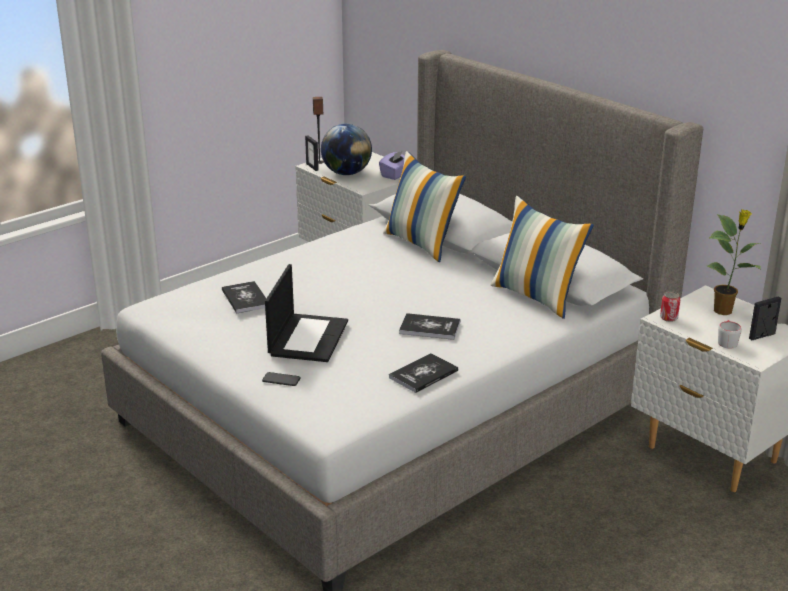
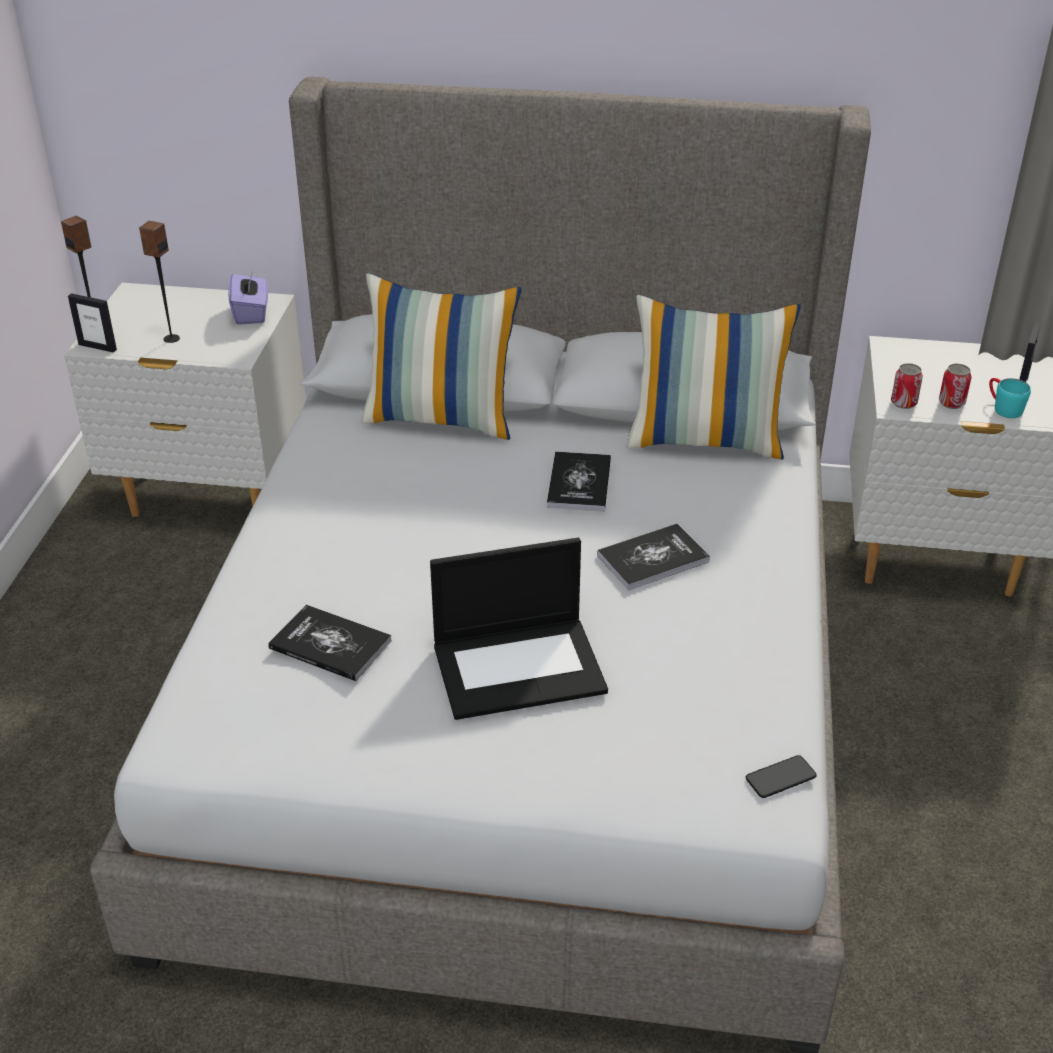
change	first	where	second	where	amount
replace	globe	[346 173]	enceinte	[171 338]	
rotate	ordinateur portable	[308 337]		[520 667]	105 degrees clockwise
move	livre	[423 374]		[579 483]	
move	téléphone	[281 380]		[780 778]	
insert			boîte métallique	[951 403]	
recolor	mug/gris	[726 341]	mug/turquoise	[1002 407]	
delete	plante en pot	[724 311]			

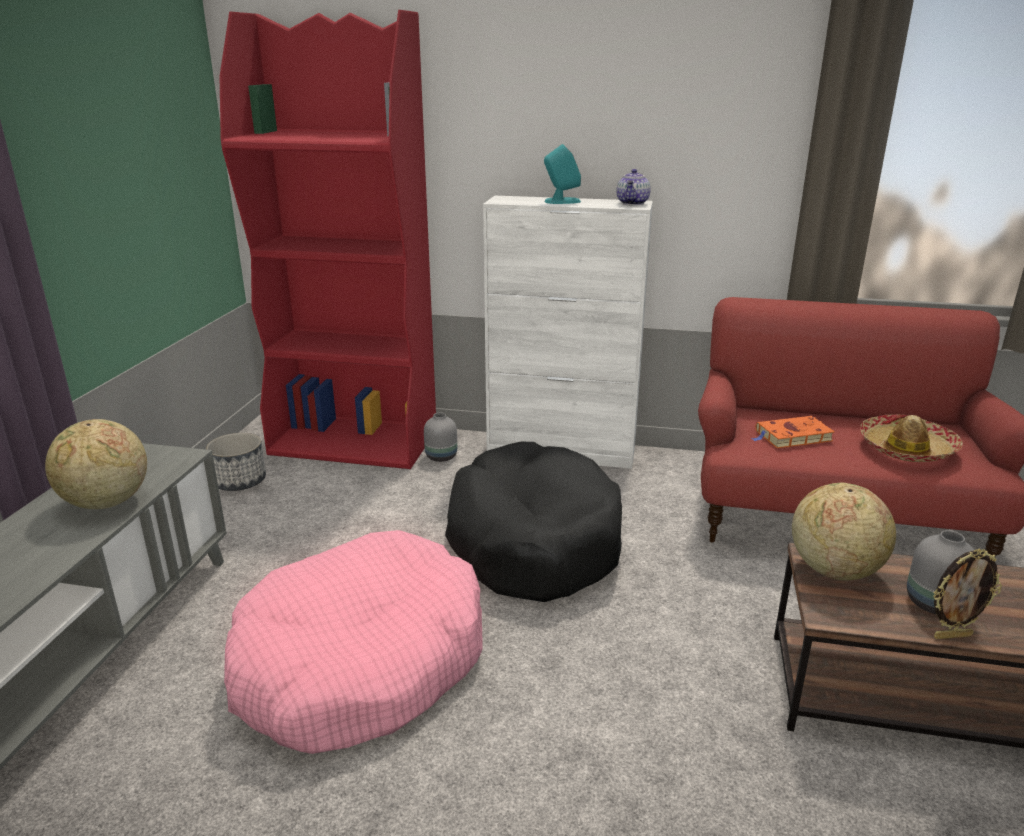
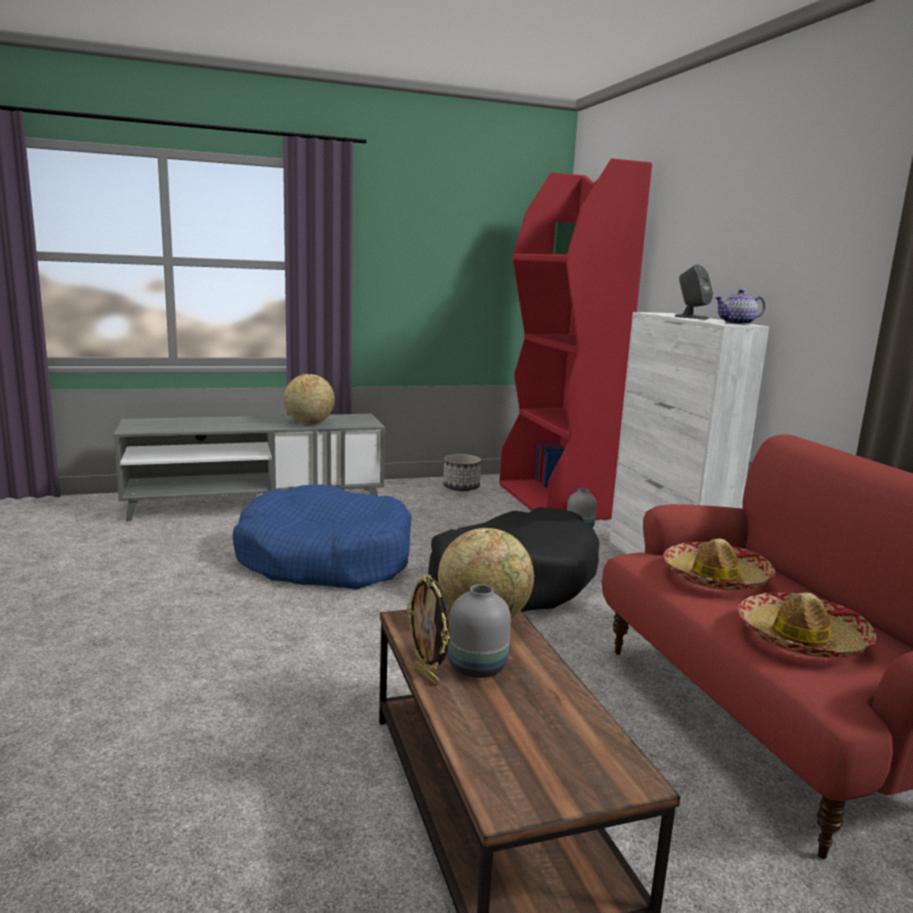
change	first	where	second	where	amount
recolor	panier pour chien/rose	[360 662]	panier pour chien/bleu	[325 559]	
replace	livre/orange	[791 436]	chapeau	[715 578]	
recolor	enceinte/turquoise	[561 201]	enceinte/gris	[691 317]	

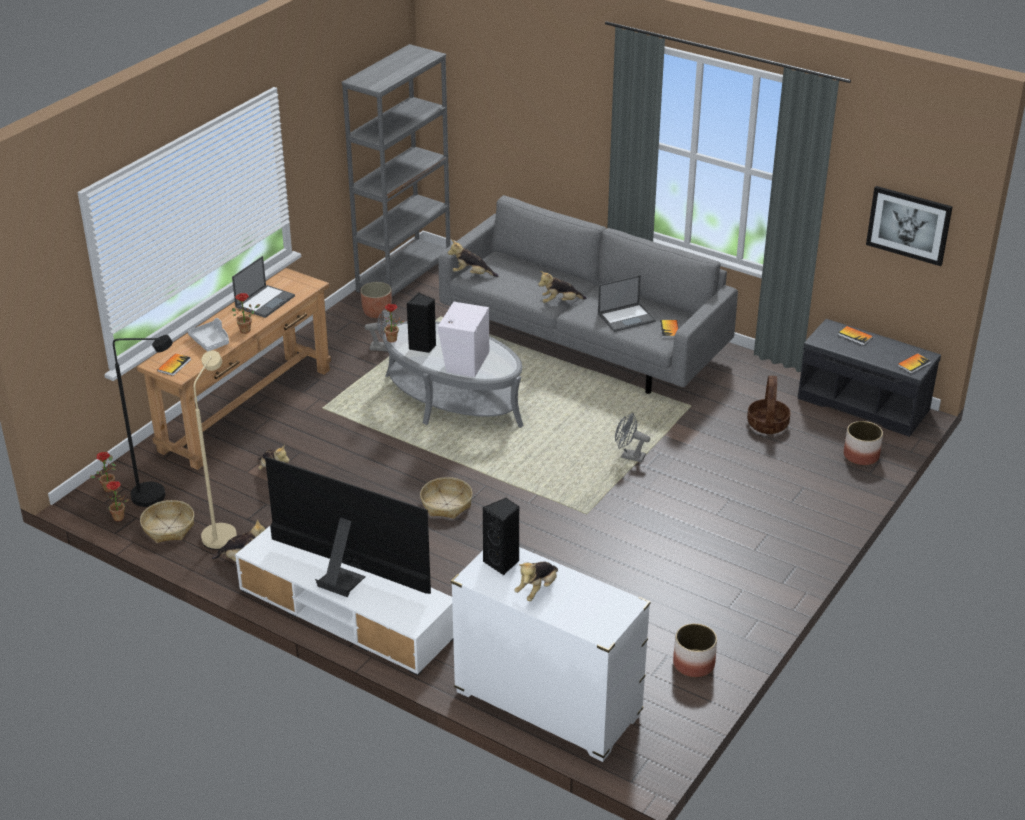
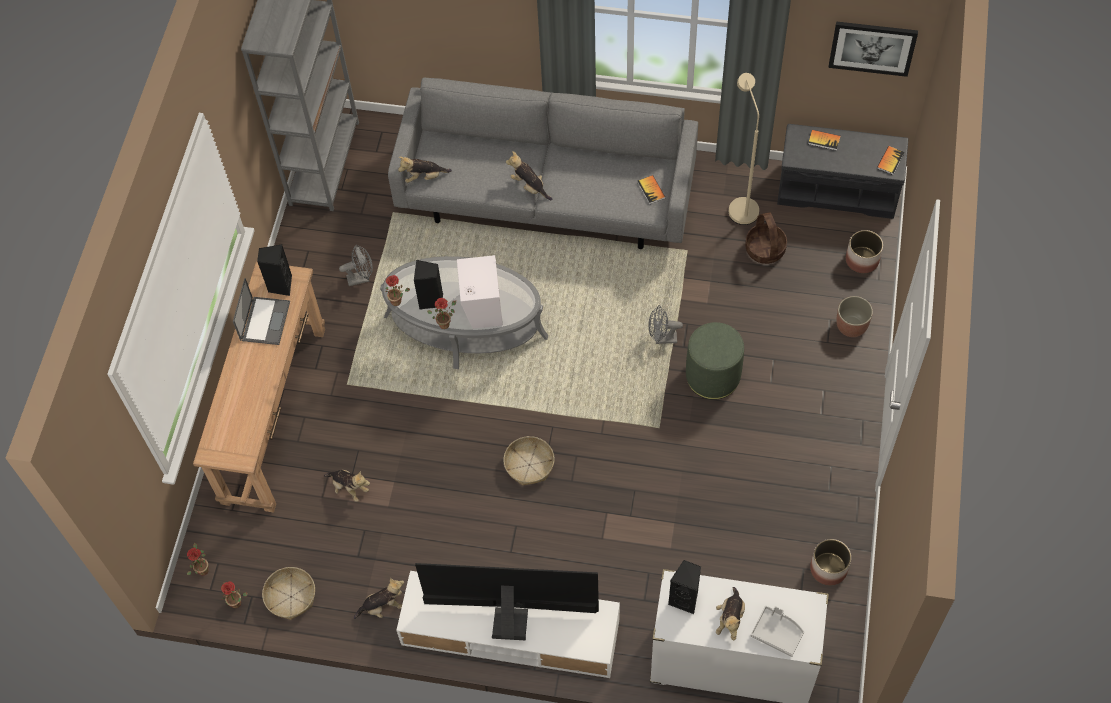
change	first	where	second	where	amount
insert			enceinte/noir	[280 285]	
move	plante en pot	[247 330]		[445 323]	
rotate	peluche	[560 302]		[529 186]	75 degrees clockwise
insert			pouf/vert	[713 376]	
move	lampadaire/beige	[222 532]		[741 205]	
move	plateau/gris	[211 341]		[777 633]	
move	cache-pot	[377 312]		[851 326]	
delete	lampadaire/noir	[158 496]			
delete	livre	[174 365]			
delete	ordinateur portable	[627 317]			

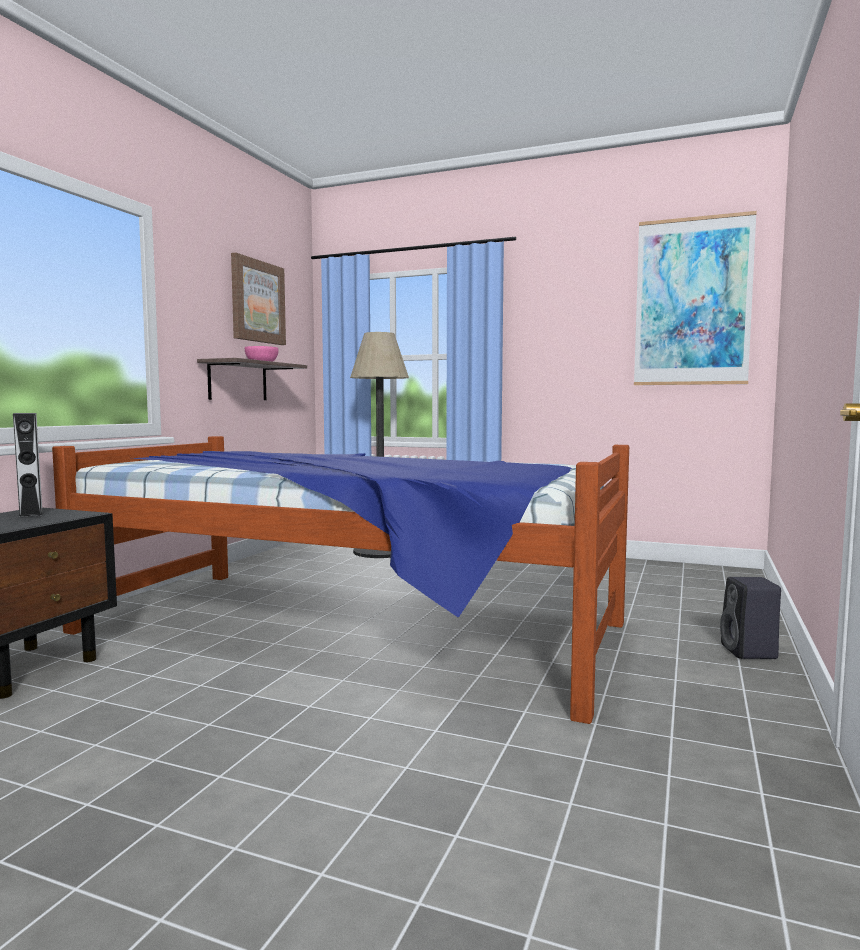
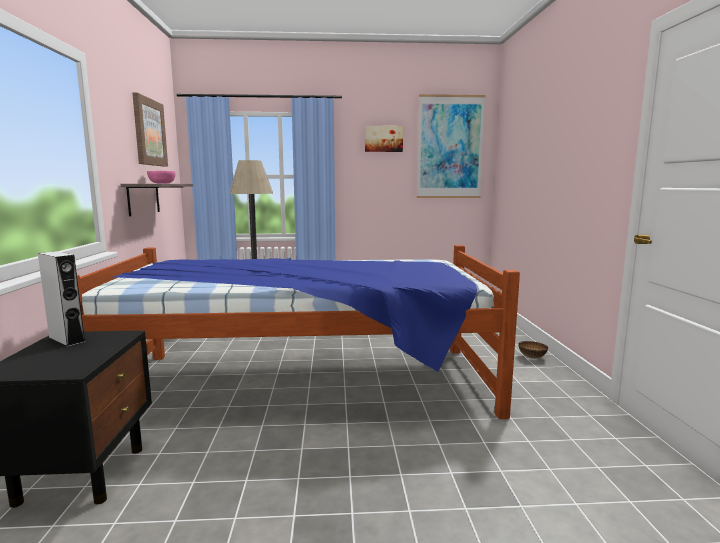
change	first	where	second	where	amount
insert			tableau	[383 139]	
replace	enceinte/noir	[750 652]	bol	[532 357]	

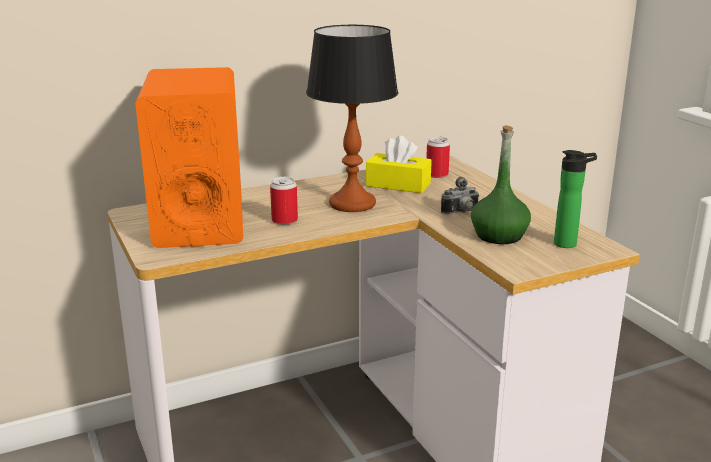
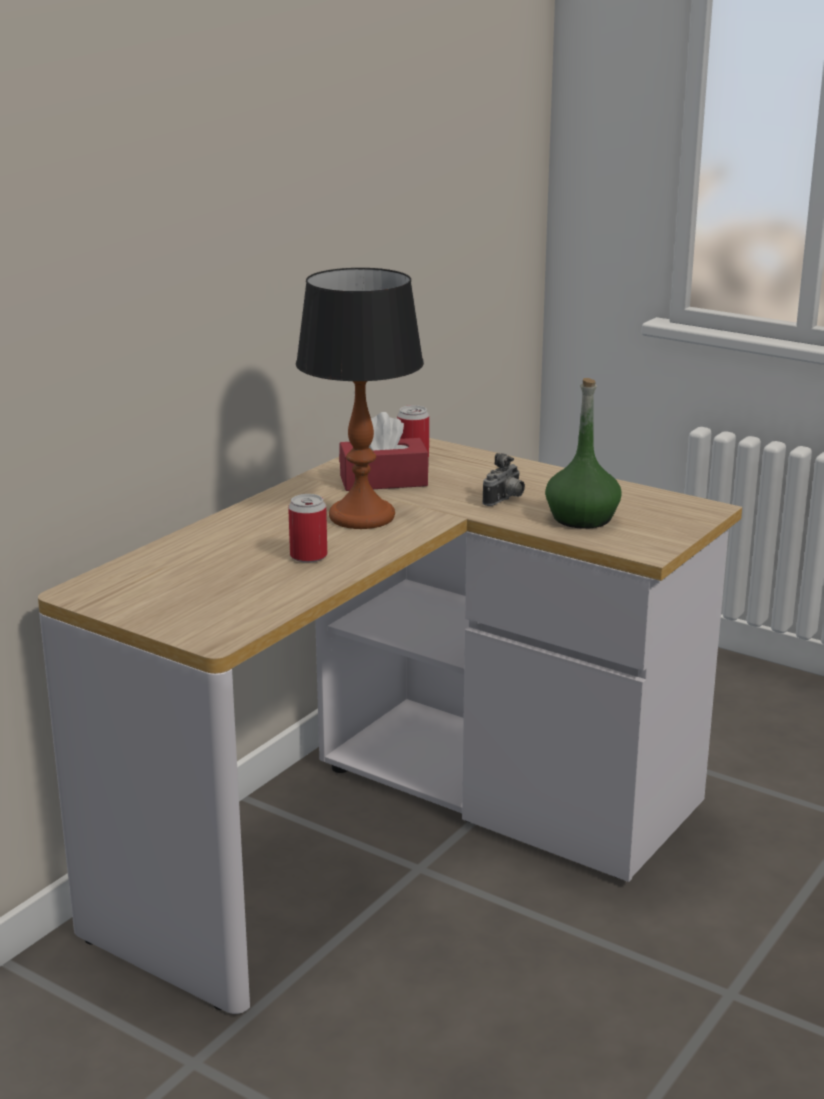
change	first	where	second	where	amount
recolor	boîte à mouchoirs/jaune	[398 185]	boîte à mouchoirs/rouge	[383 481]	
delete	enceinte/orange	[199 222]			
delete	bouteille	[569 244]			

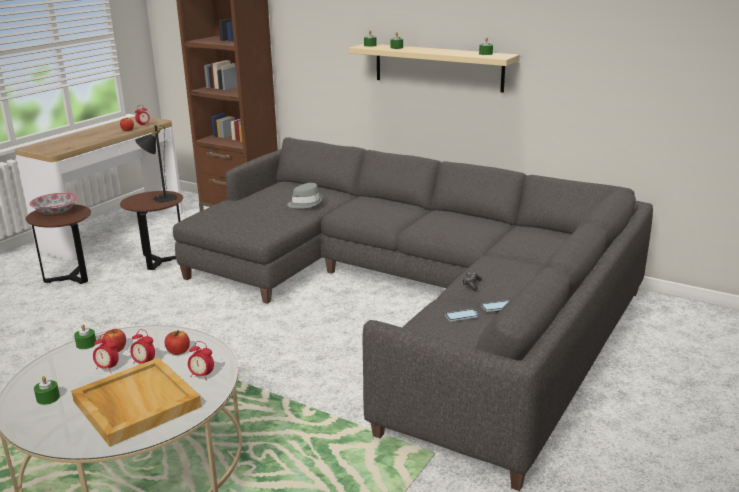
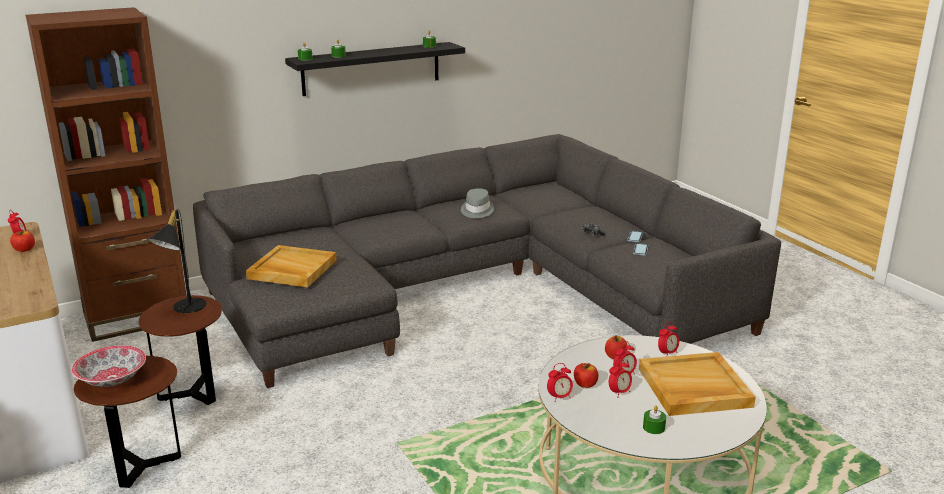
change	first	where	second	where	amount
insert			plateau/beige	[291 269]	
recolor	étagère/beige	[438 67]	étagère/noir	[371 68]	
move	chapeau/gris	[305 203]		[476 211]	
replace	bougie/vert	[86 344]	réveil	[559 397]	

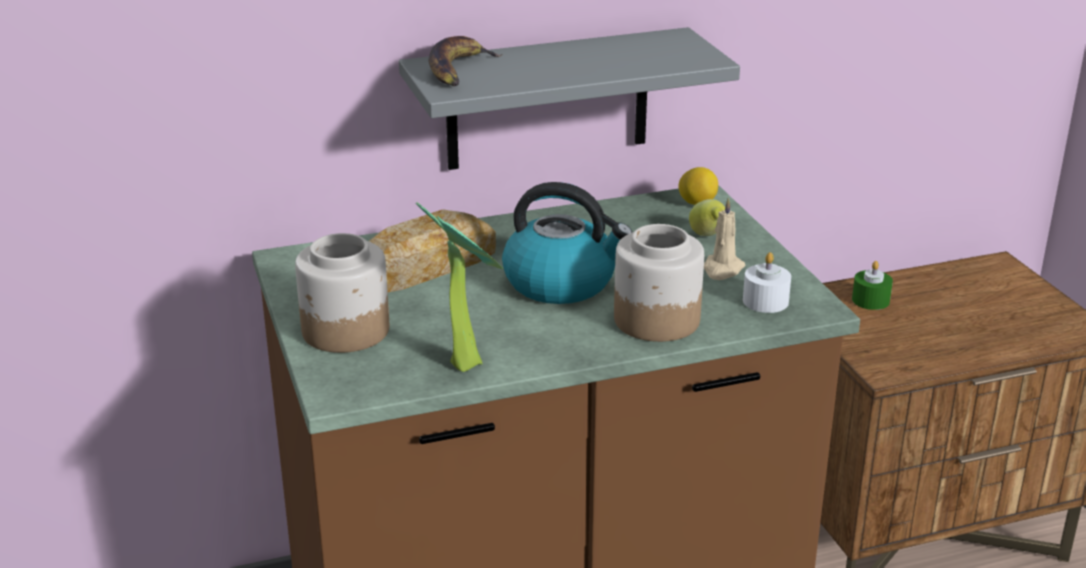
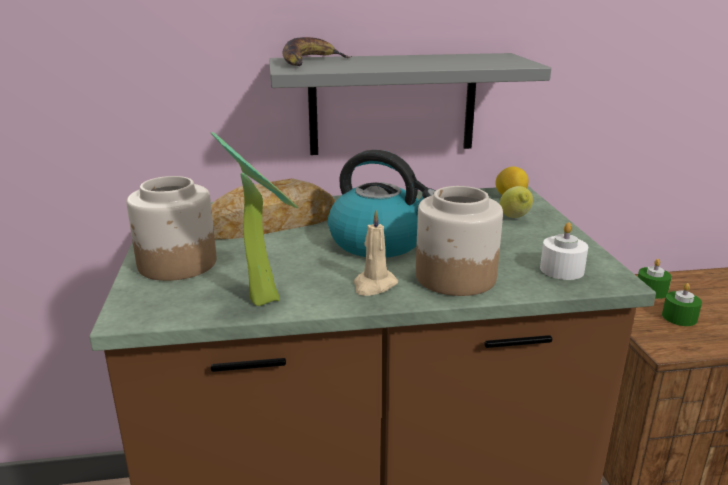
change	first	where	second	where	amount
move	bougie/beige	[722 269]		[374 285]	
insert			bougie/vert	[679 317]	

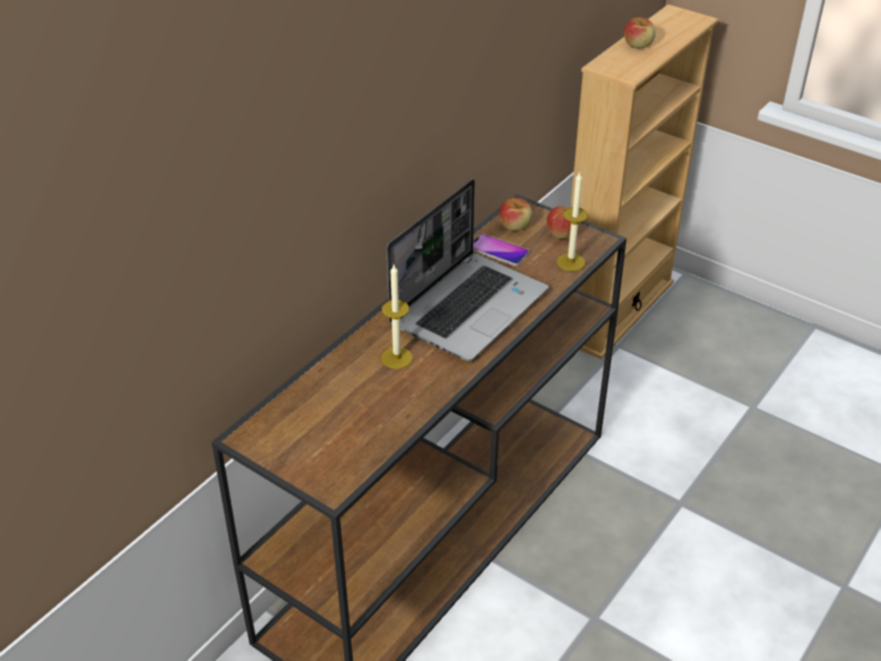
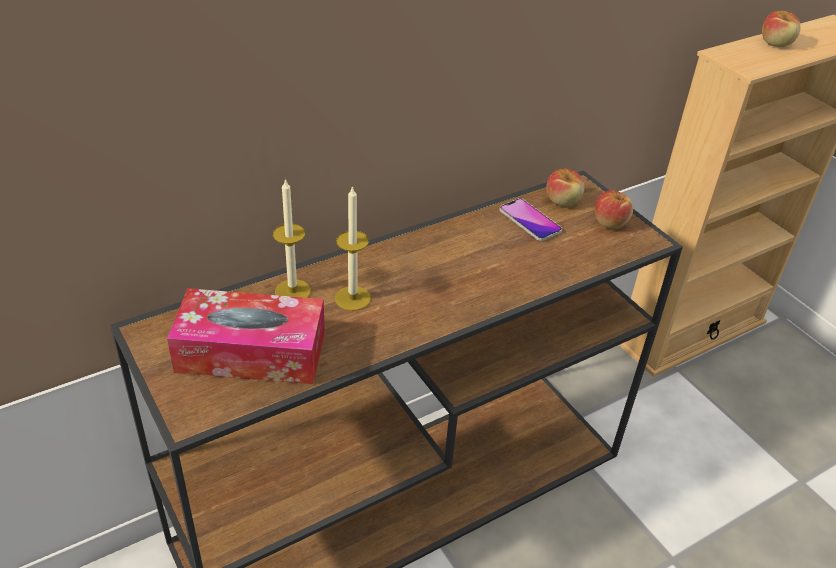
change	first	where	second	where	amount
insert			boîte à mouchoirs	[251 352]	
move	bougie	[570 262]		[292 291]	
delete	ordinateur portable	[469 306]			

